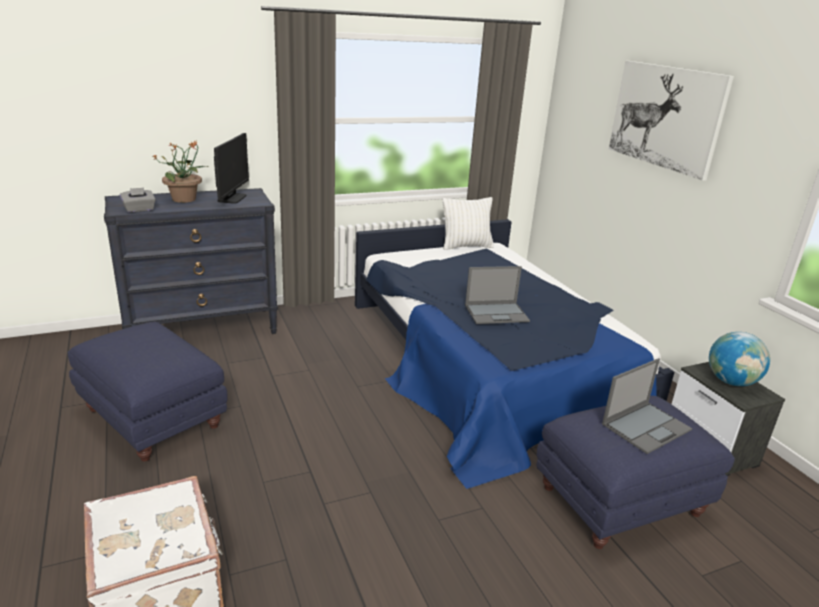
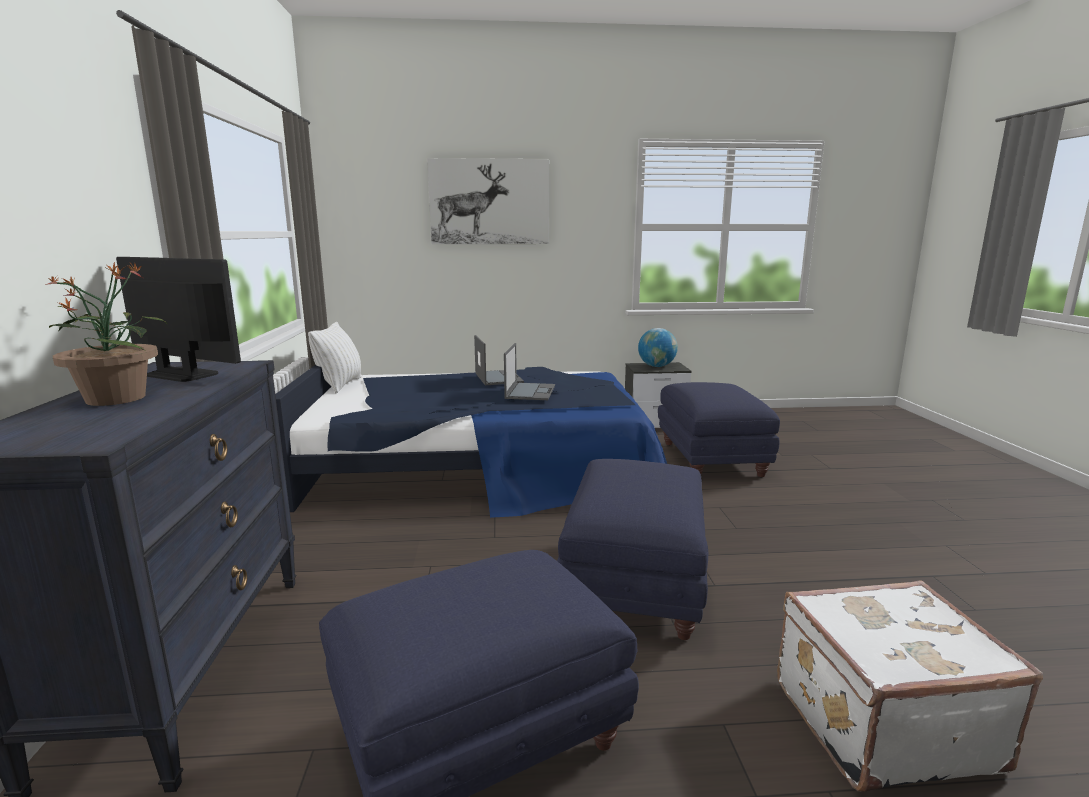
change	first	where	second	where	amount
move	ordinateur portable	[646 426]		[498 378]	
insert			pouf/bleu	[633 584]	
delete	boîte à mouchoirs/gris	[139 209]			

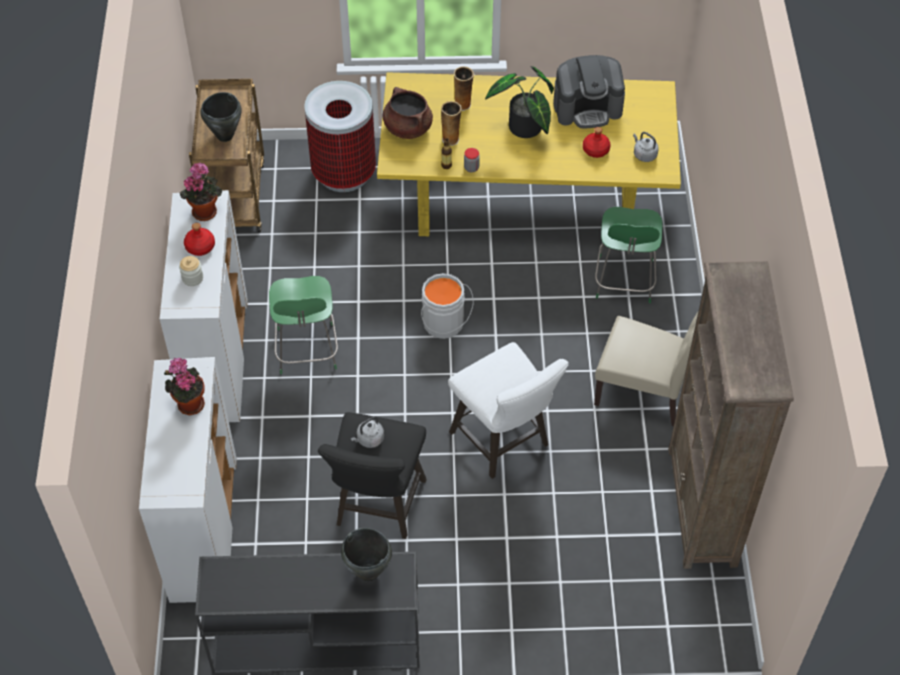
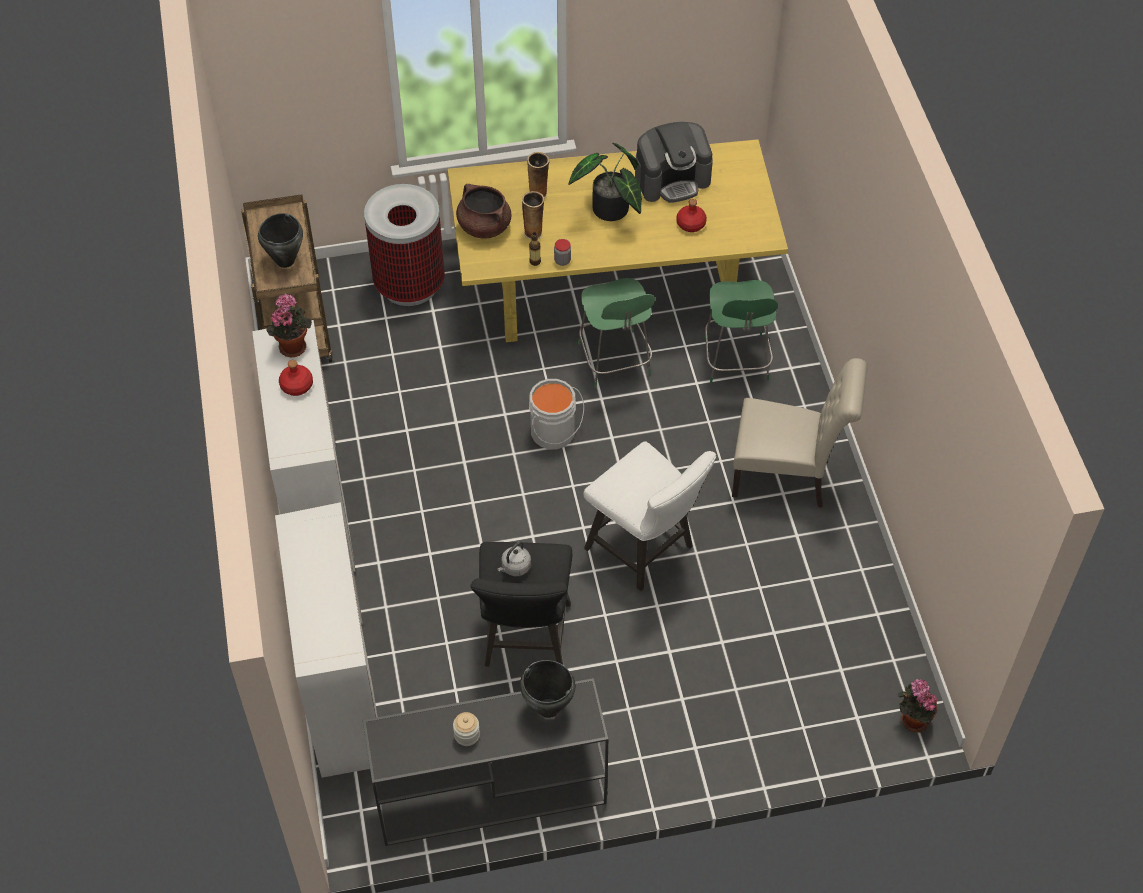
change	first	where	second	where	amount
move	bocal	[192 278]		[467 735]	
move	chaise/vert	[307 351]		[615 361]	
move	plante en pot	[189 403]		[912 719]	
delete	bouilloire/gris	[644 154]			
delete	bibliothèque/marron	[702 507]			

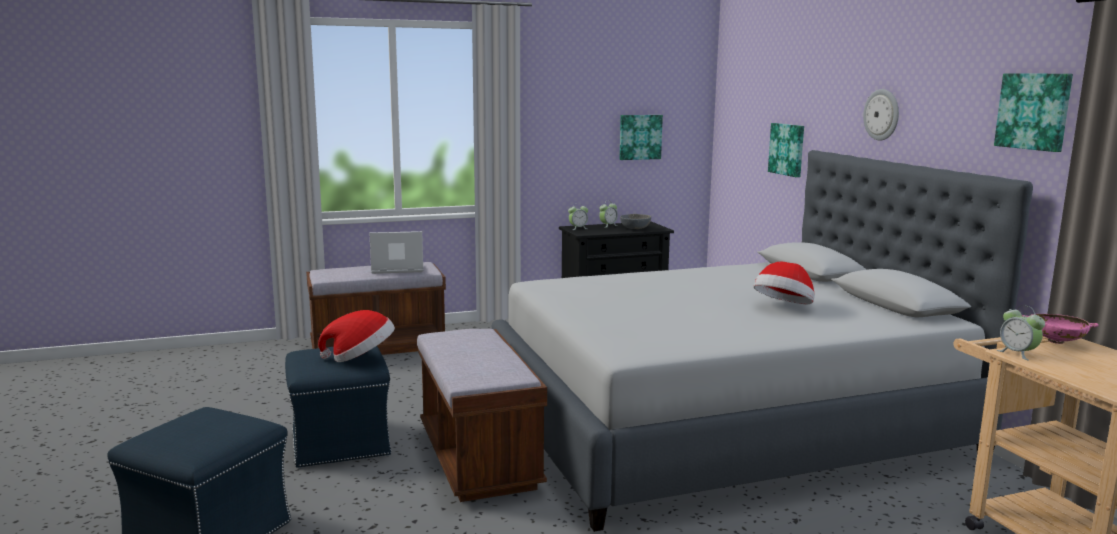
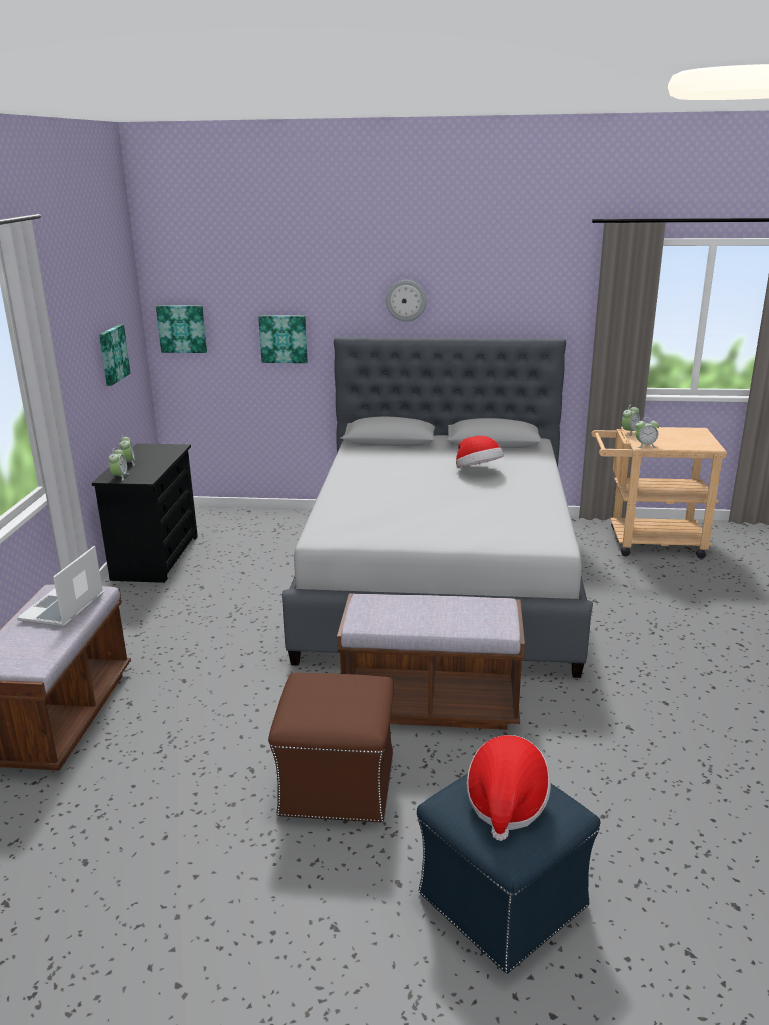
change	first	where	second	where	amount
move	tableau	[1034 111]		[182 328]	
recolor	pouf/bleu	[340 442]	pouf/marron	[336 784]	
move	chapeau	[361 358]		[506 804]	
replace	bol/rose	[1056 341]	réveil	[629 432]	
delete	bol/gris	[635 228]			

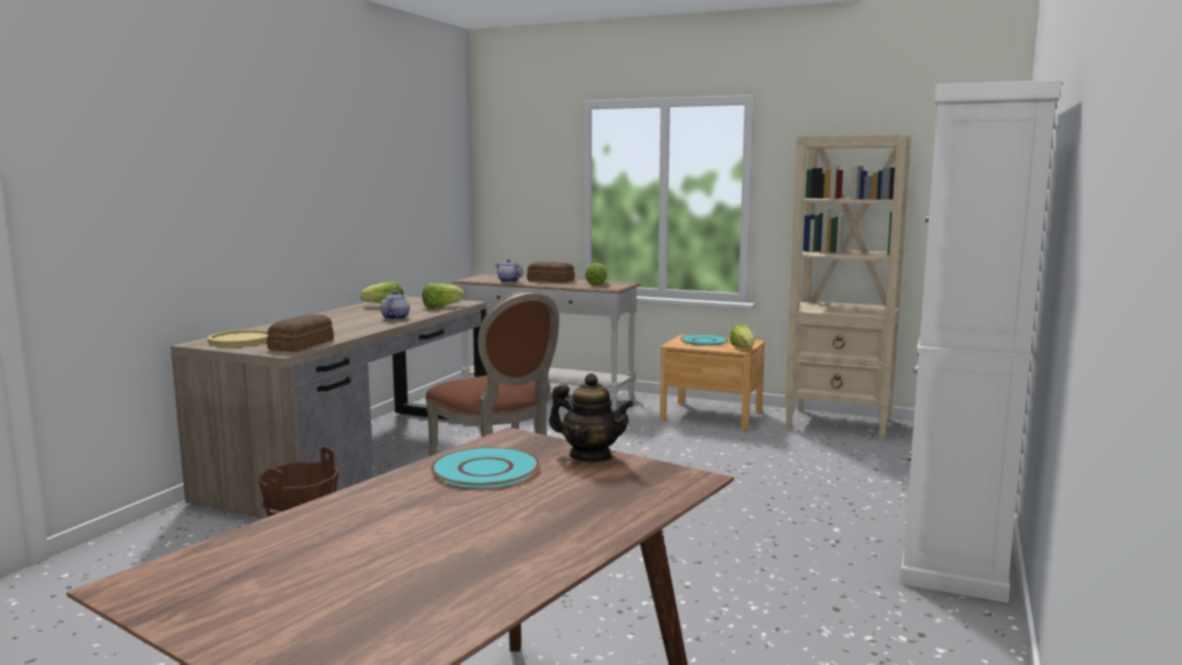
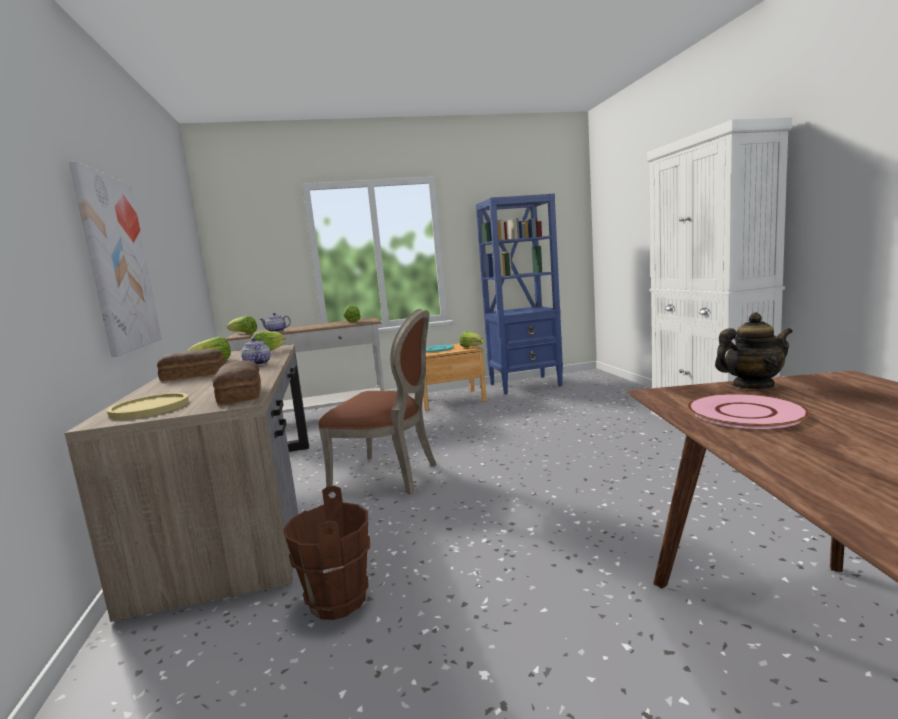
change	first	where	second	where	amount
insert			tableau	[117 264]	
move	pain	[551 281]		[194 375]	
insert			laitue	[244 333]	
recolor	bibliothèque/beige	[840 424]	bibliothèque/bleu	[526 385]	
recolor	assiette/turquoise	[485 470]	assiette/rose	[746 413]	

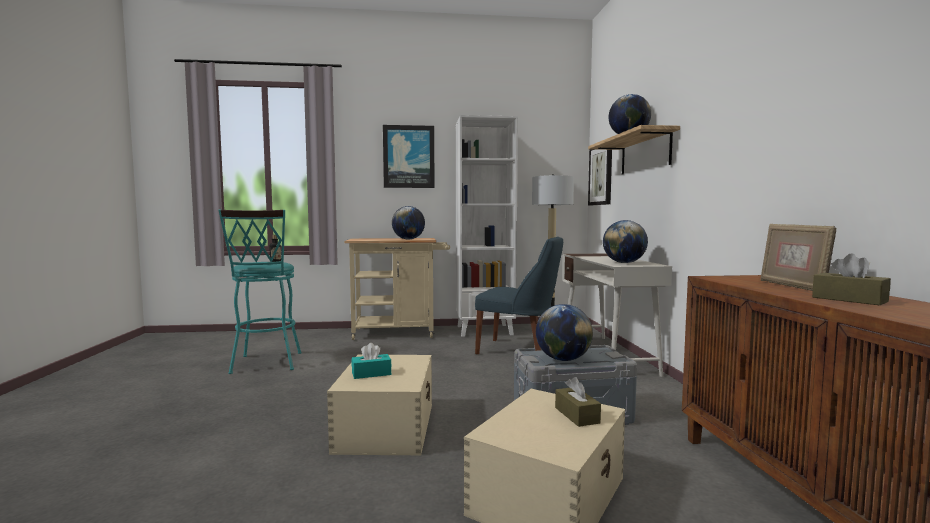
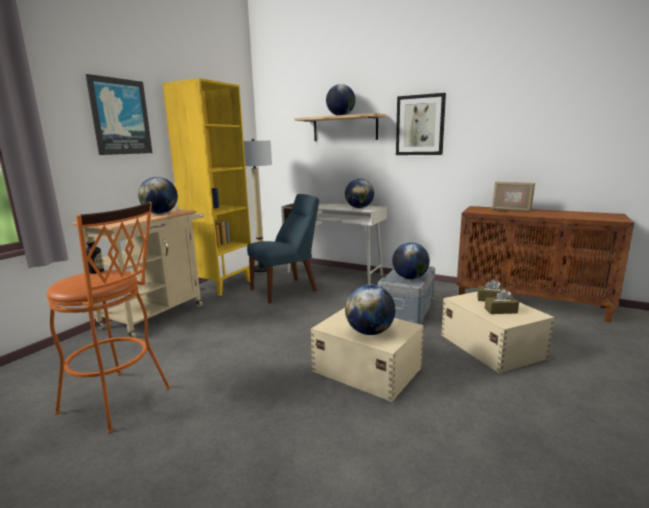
change	first	where	second	where	amount
recolor	tabouret/turquoise	[265 364]	tabouret/orange	[121 402]	
recolor	bibliothèque/blanc	[485 330]	bibliothèque/jaune	[221 285]	
replace	boîte à mouchoirs/turquoise	[371 373]	globe	[369 332]	
move	tableau	[601 174]		[420 125]	
move	boîte à mouchoirs/marron	[849 299]		[500 310]	

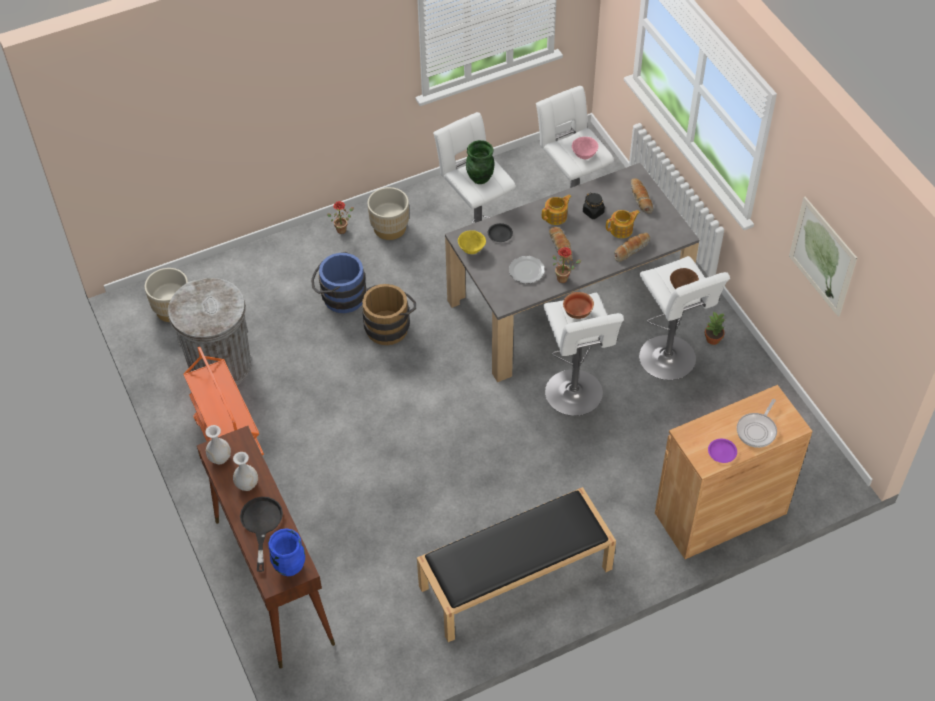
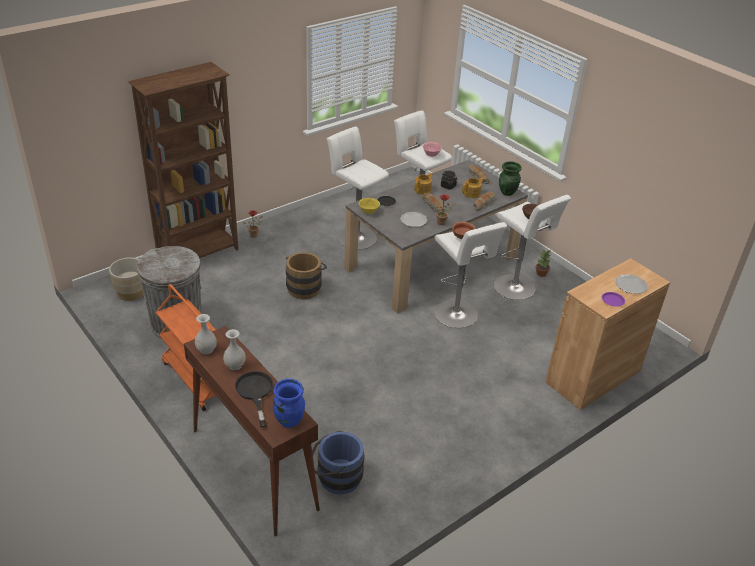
change	first	where	second	where	amount
insert			bibliothèque/marron	[199 254]	
move	seau/bleu	[339 296]		[335 477]	
move	vase/vert	[480 178]		[507 192]	
replace	poêle	[757 430]	assiette	[631 285]	
delete	cache-pot/beige	[390 228]			
delete	banc/noir	[515 578]			
delete	tableau	[822 256]			

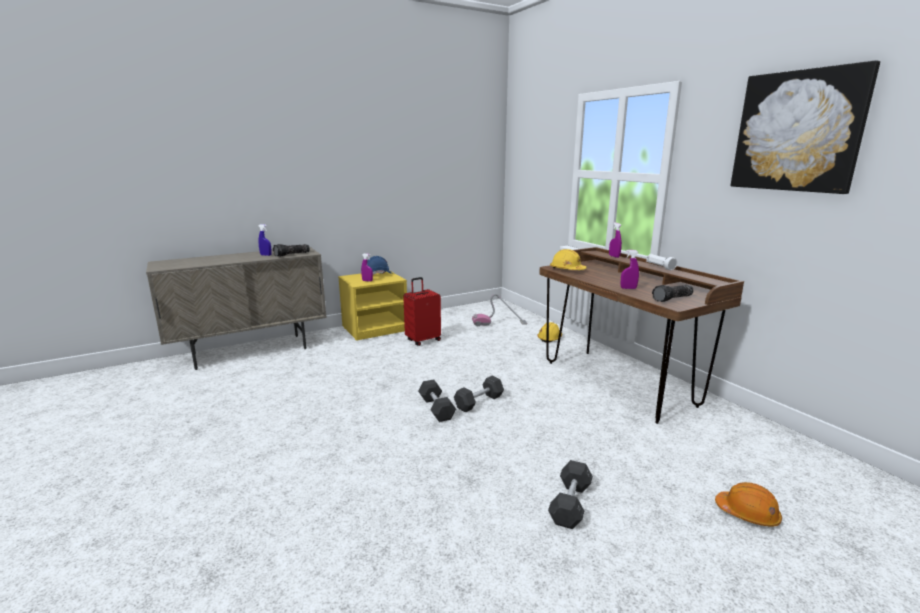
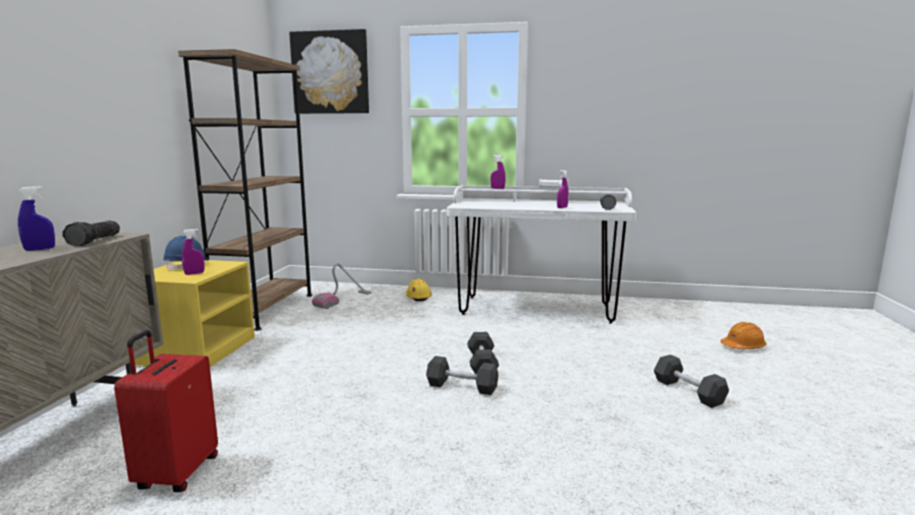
change	first	where	second	where	amount
move	valise/rouge	[423 340]		[176 474]	
insert			bibliothèque/marron	[266 309]	
move	tableau	[798 131]		[330 73]	
recolor	bureau/marron	[618 383]	bureau/blanc	[536 309]	
delete	casque de chantier/jaune	[567 270]			

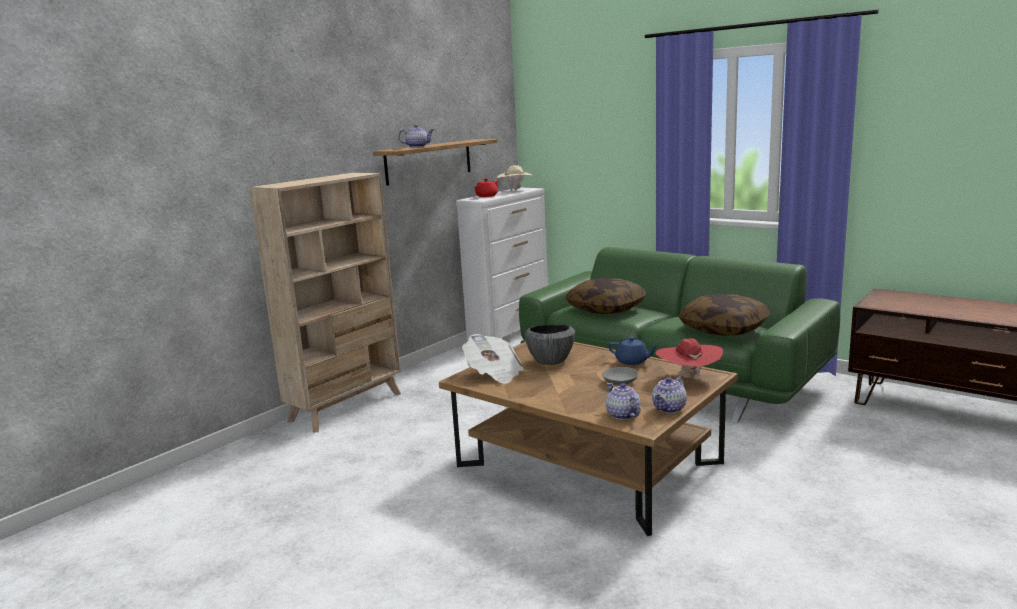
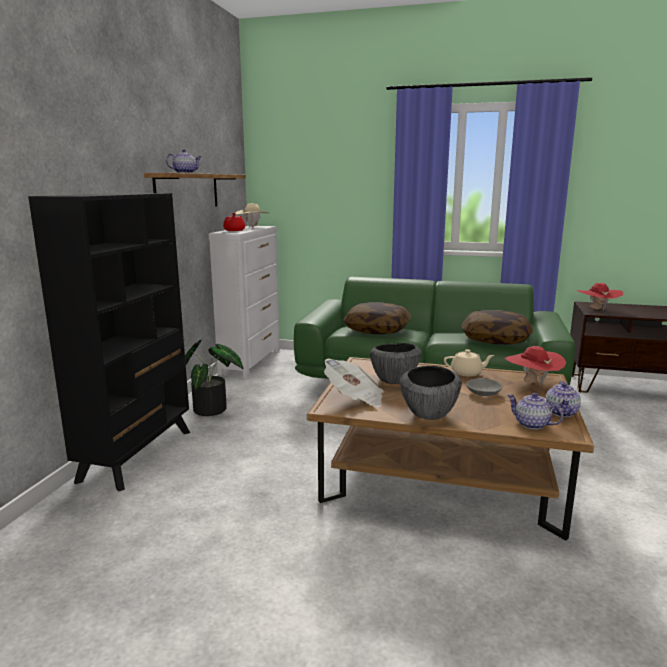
change	first	where	second	where	amount
recolor	bibliothèque/beige	[347 407]	bibliothèque/noir	[138 455]	
insert			plante en pot	[214 408]	
insert			bol	[428 414]	
recolor	théière/bleu	[632 361]	théière/beige	[467 373]	
insert			chapeau/rouge	[596 309]	

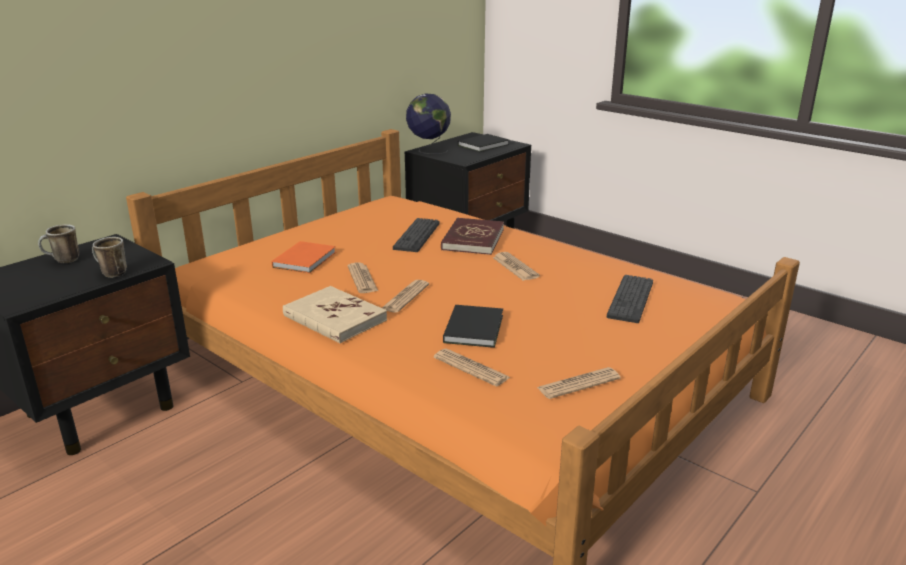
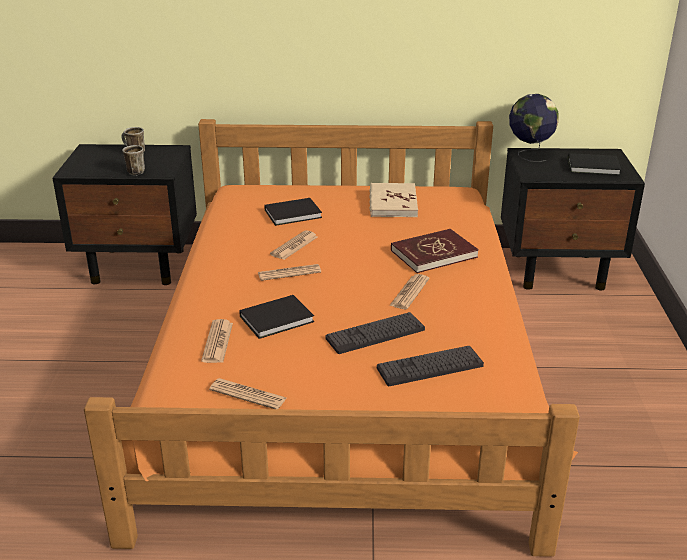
change	first	where	second	where	amount
recolor	livre/orange	[306 259]	livre/noir	[294 214]	
move	clavier	[417 236]		[375 334]	
move	livre/beige	[334 318]		[392 203]	

